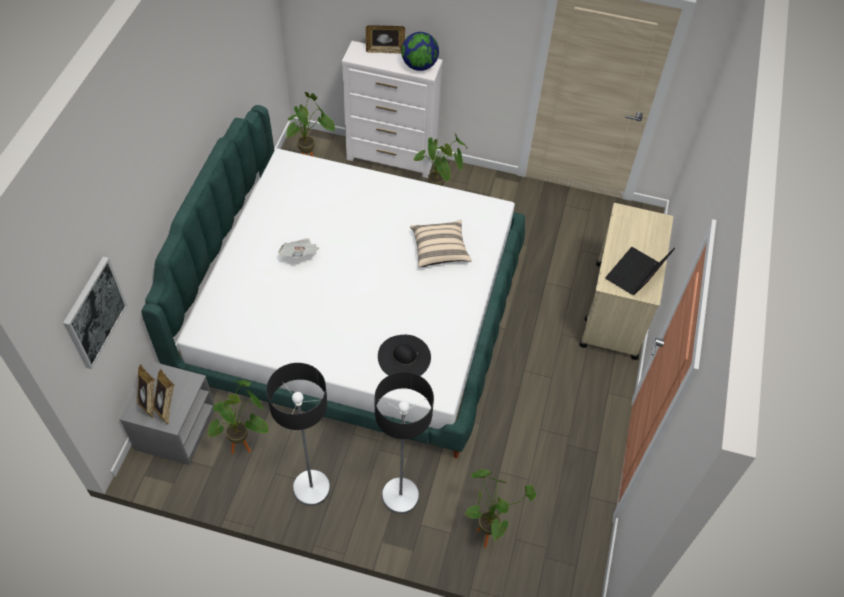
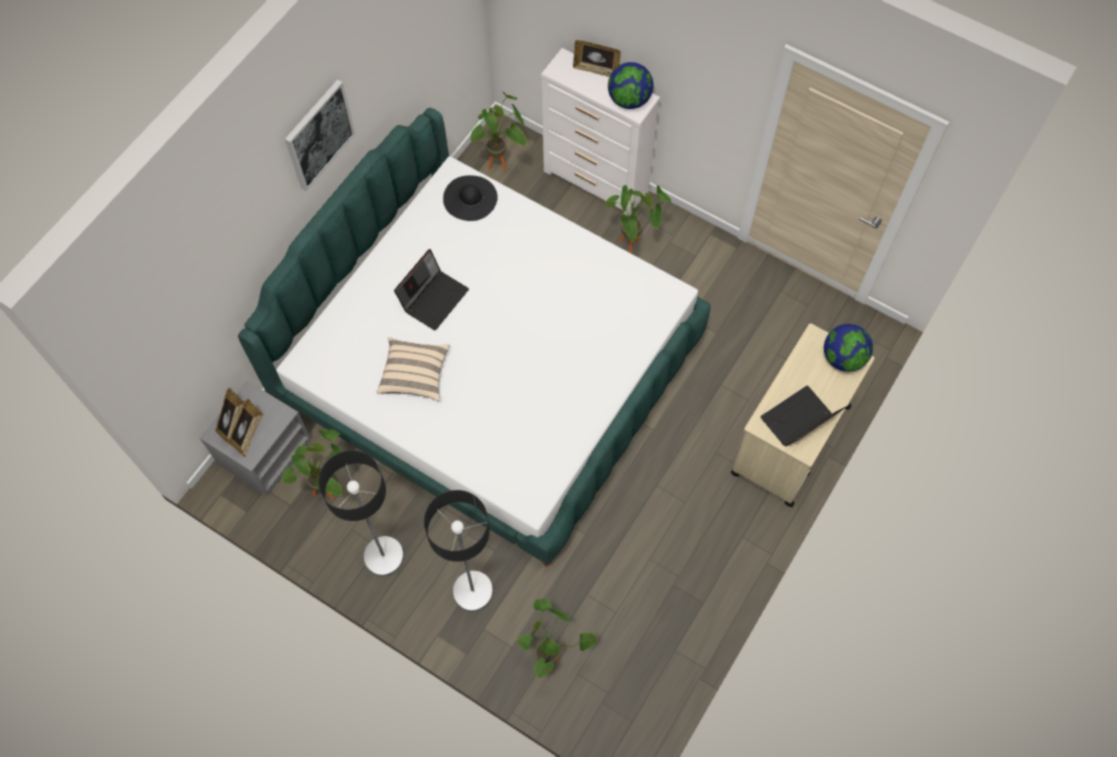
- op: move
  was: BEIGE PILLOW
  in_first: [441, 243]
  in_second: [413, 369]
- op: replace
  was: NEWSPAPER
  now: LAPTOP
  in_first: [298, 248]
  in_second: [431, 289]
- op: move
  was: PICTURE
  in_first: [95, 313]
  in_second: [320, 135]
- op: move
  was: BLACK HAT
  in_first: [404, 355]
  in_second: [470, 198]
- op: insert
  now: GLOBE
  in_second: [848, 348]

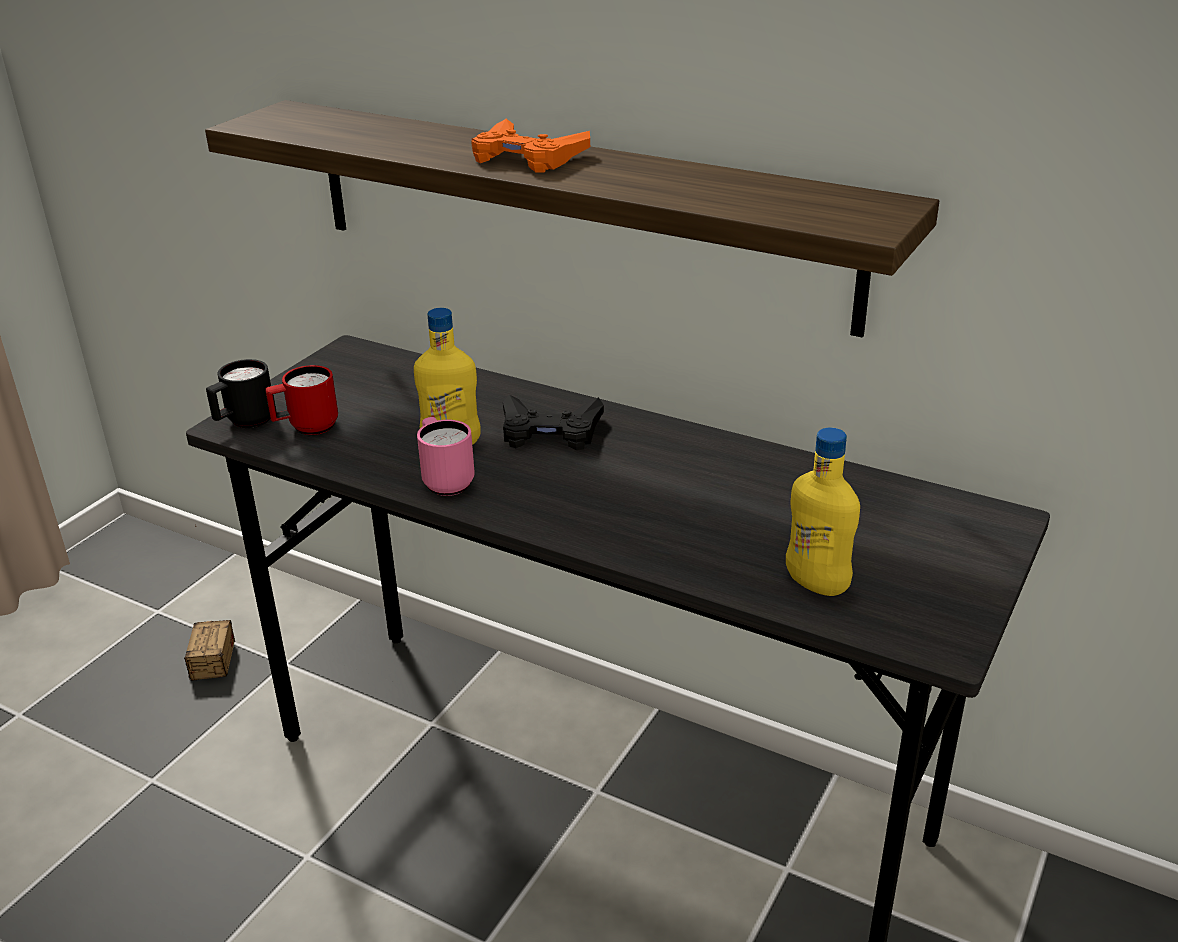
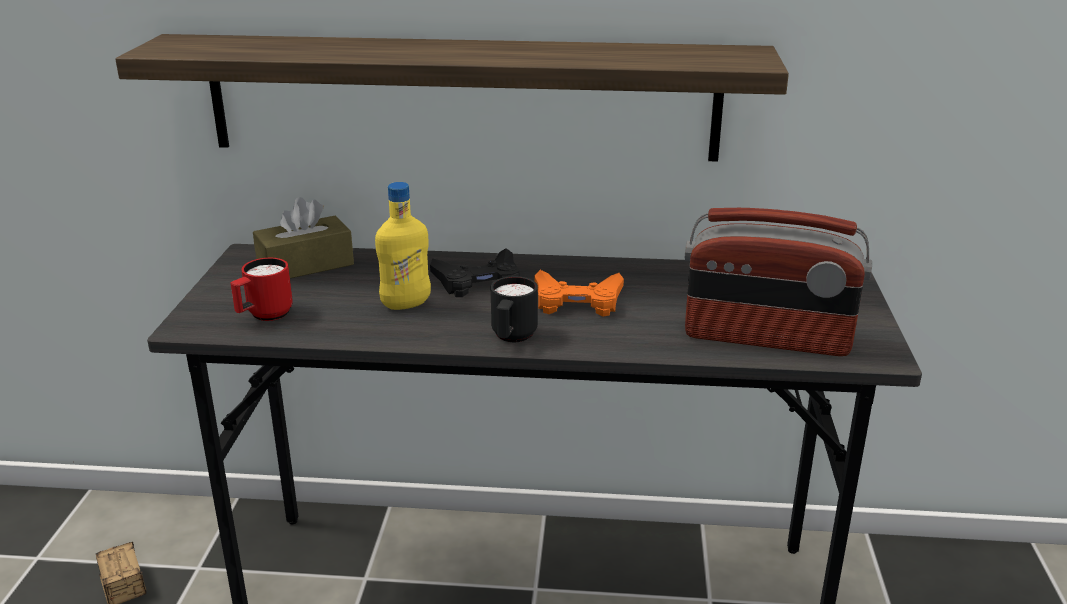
- op: move
  was: ORANGE GAME CONTROLLER
  in_first: [530, 146]
  in_second: [579, 293]
- op: move
  was: BLACK MUG
  in_first: [238, 393]
  in_second: [514, 309]
- op: delete
  was: PINK MUG
  in_first: [446, 456]
- op: replace
  was: YELLOW BOTTLE
  now: RADIO
  in_first: [823, 512]
  in_second: [778, 282]
- op: insert
  now: BROWN TISSUE BOX
  in_second: [303, 237]

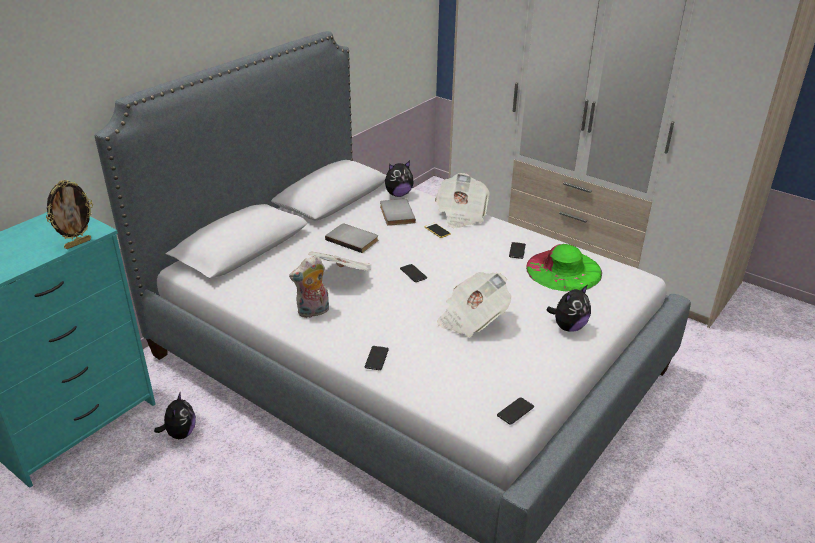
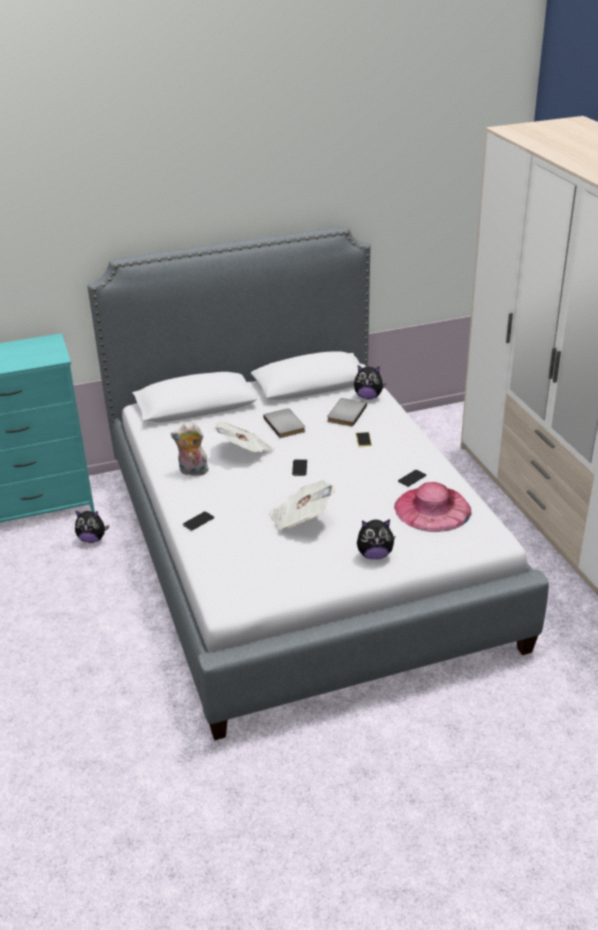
- op: delete
  was: NEWSPAPER
  in_first: [462, 200]
- op: delete
  was: PICTURE FRAME
  in_first: [69, 214]
- op: recolor
  was: GREEN HAT
  now: PINK HAT
  in_first: [564, 268]
  in_second: [432, 507]
- op: rotate
  was: PLUSH TOY
  in_first: [175, 415]
  in_second: [92, 527]
  clockwise: 60
- op: delete
  was: PHONE
  in_first: [515, 411]

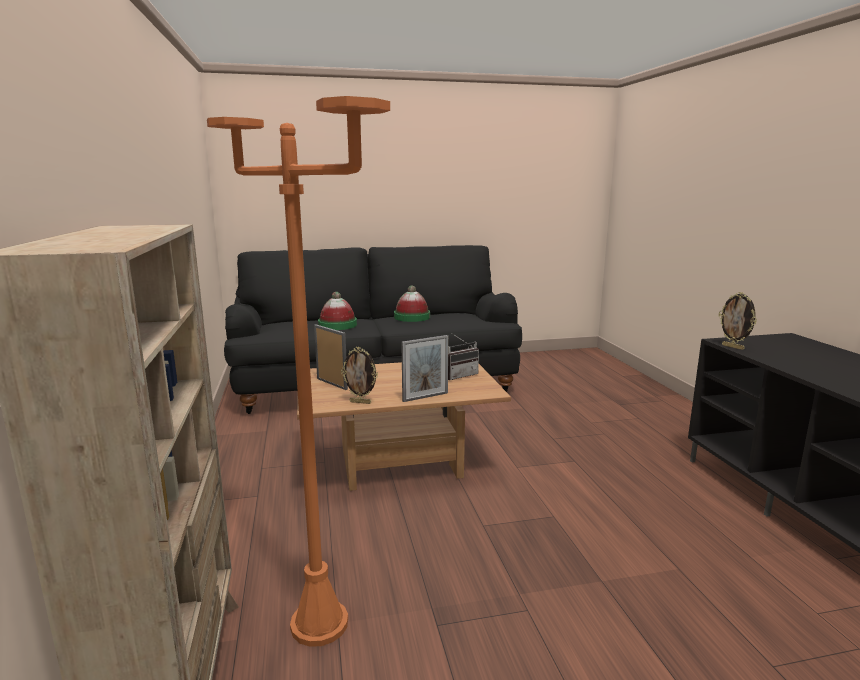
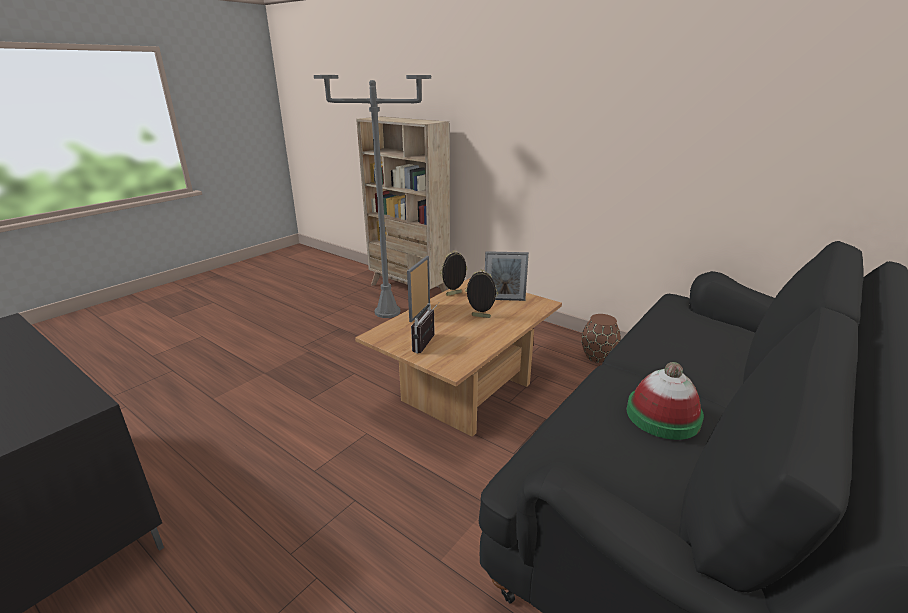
- op: recolor
  was: ORANGE FLOOR LAMP
  now: GREY FLOOR LAMP
  in_first: [298, 371]
  in_second: [372, 196]
- op: delete
  was: HAT
  in_first: [337, 311]
- op: move
  was: PICTURE FRAME
  in_first: [738, 321]
  in_second: [481, 293]
- op: insert
  now: BROWN VASE
  in_second: [601, 338]

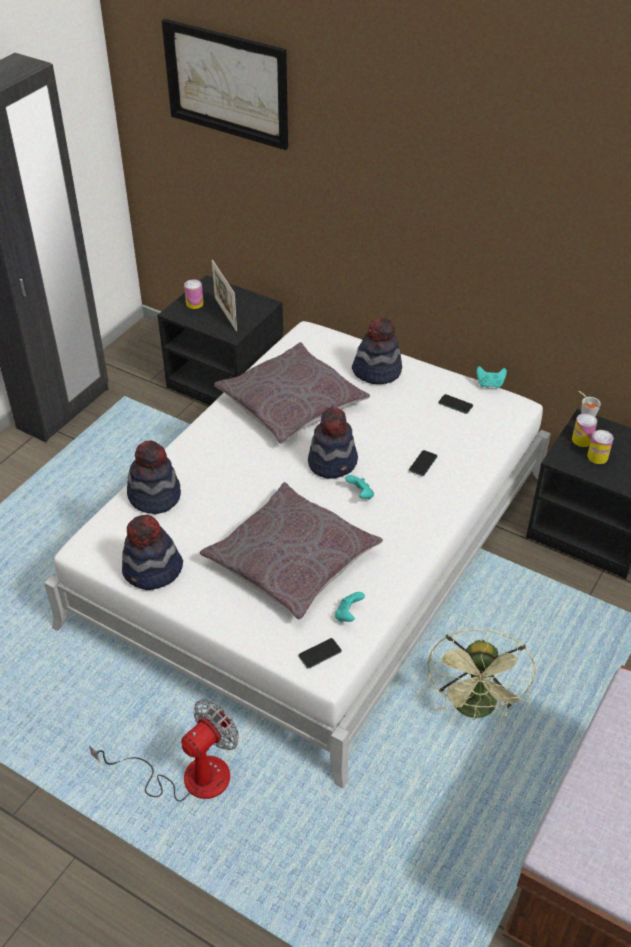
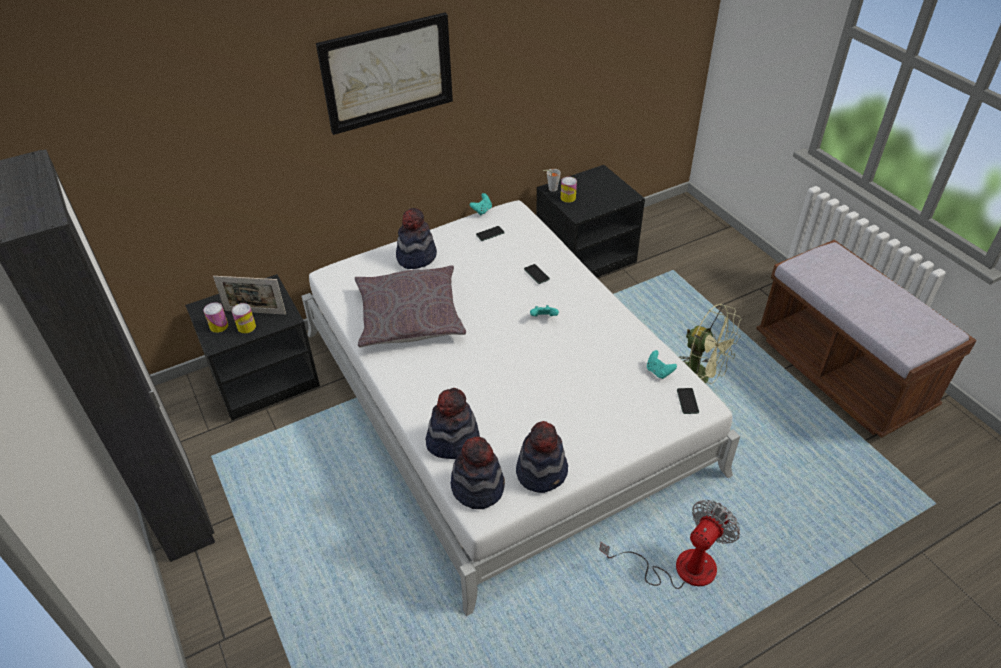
- op: move
  was: PICTURE
  in_first: [225, 84]
  in_second: [384, 73]
- op: move
  was: HAT
  in_first: [333, 443]
  in_second: [477, 473]
- op: move
  was: CAN
  in_first: [600, 447]
  in_second: [244, 318]
- op: delete
  was: GREY PILLOW
  in_first: [291, 551]
- op: rotate
  was: FAN
  in_first: [164, 751]
  in_second: [670, 544]
  clockwise: 60

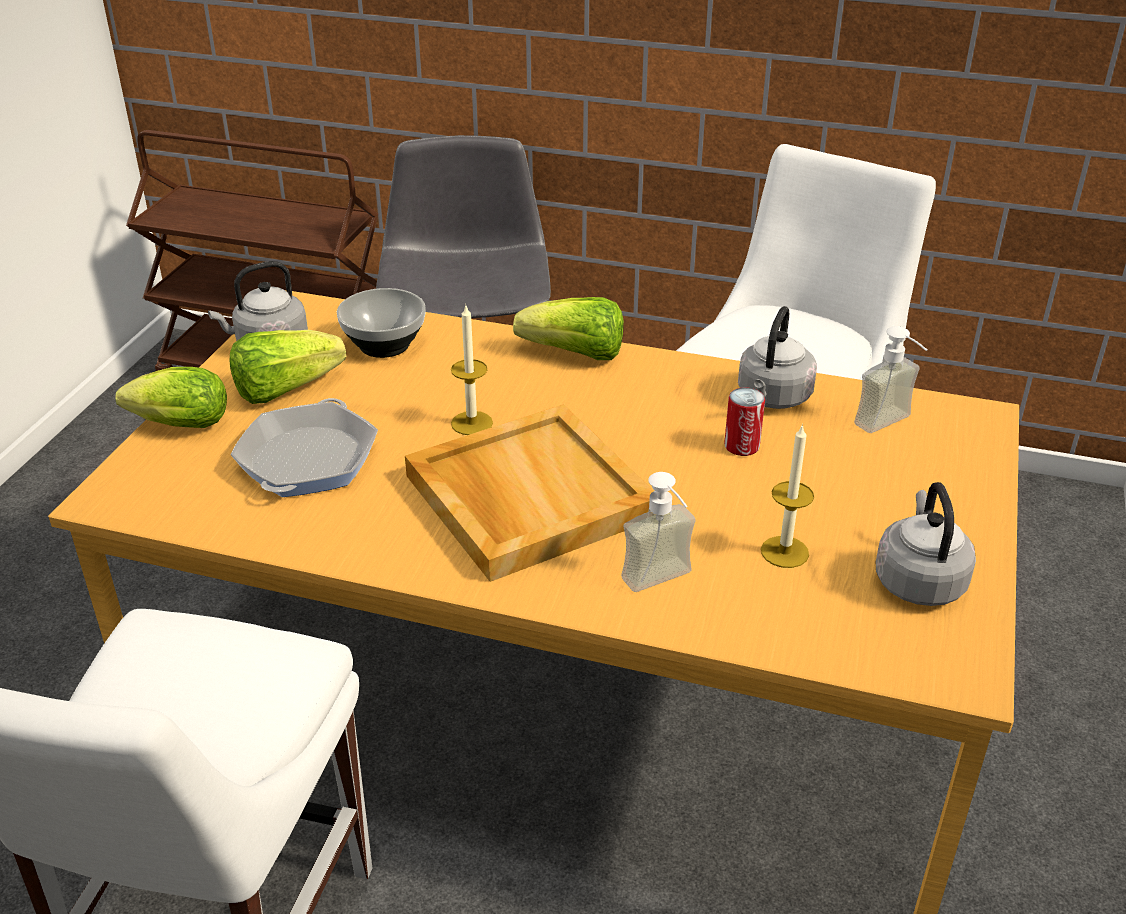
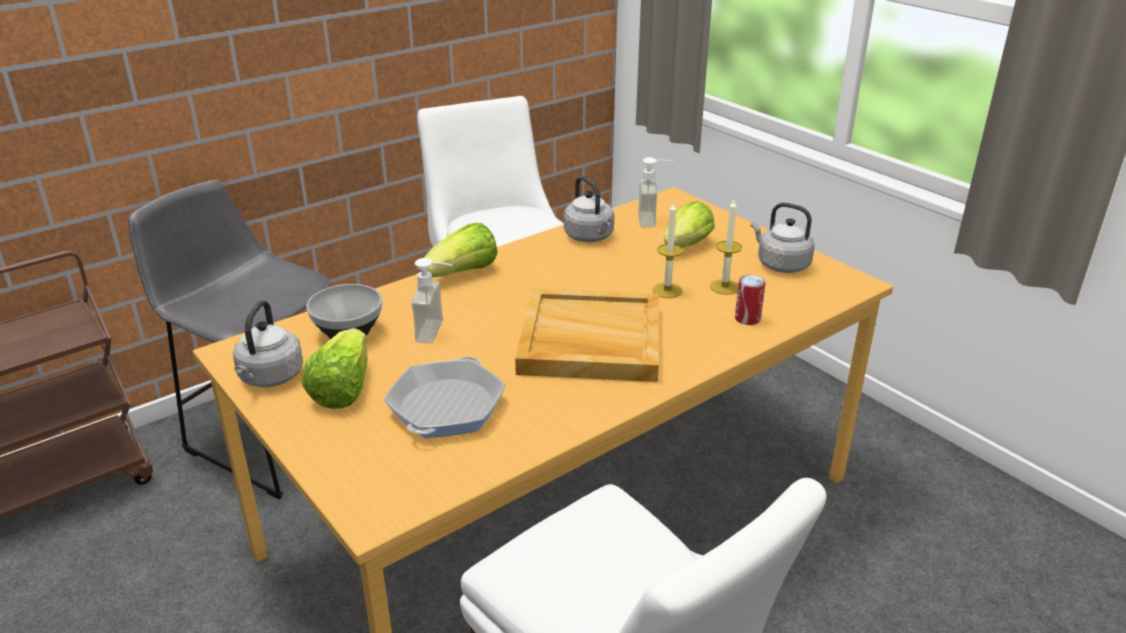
- op: move
  was: CANDLE
  in_first: [472, 370]
  in_second: [668, 249]
- op: move
  was: LETTUCE
  in_first: [171, 397]
  in_second: [689, 224]
- op: move
  was: CAN
  in_first: [744, 422]
  in_second: [750, 300]
- op: rotate
  was: FRYING PAN
  in_first: [304, 447]
  in_second: [445, 397]
  clockwise: 60
- op: move
  was: SOAP DISPENSER
  in_first: [658, 532]
  in_second: [431, 301]

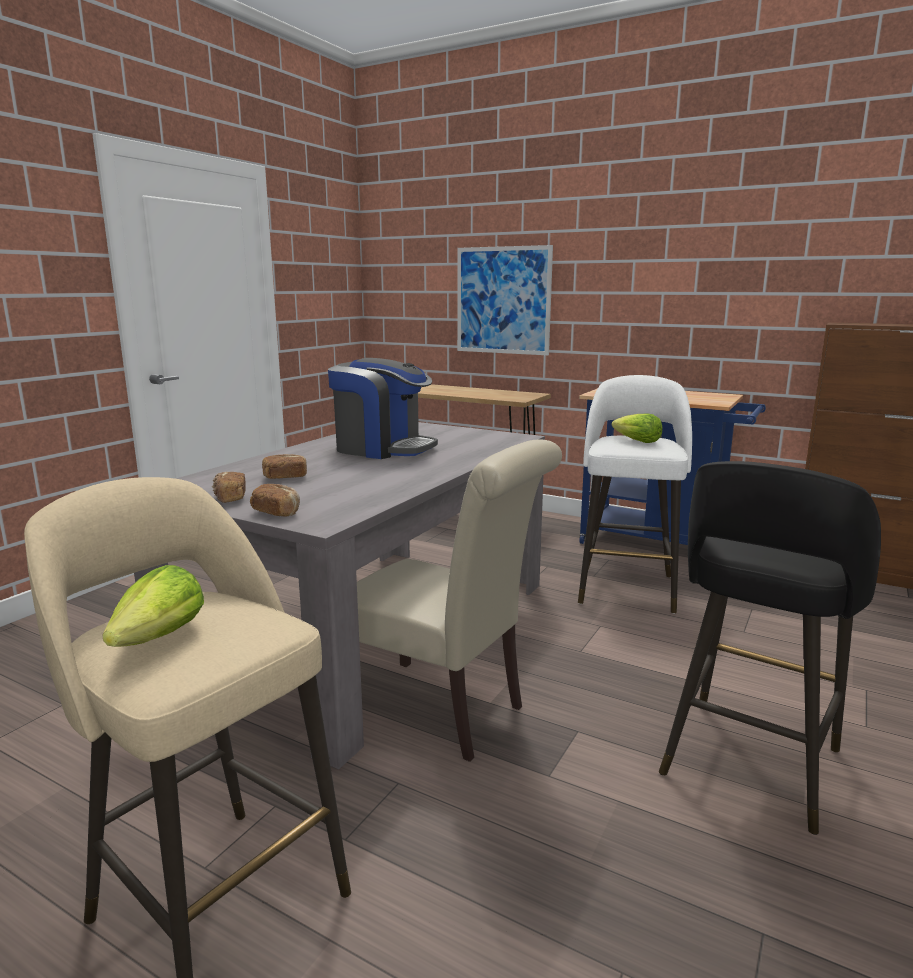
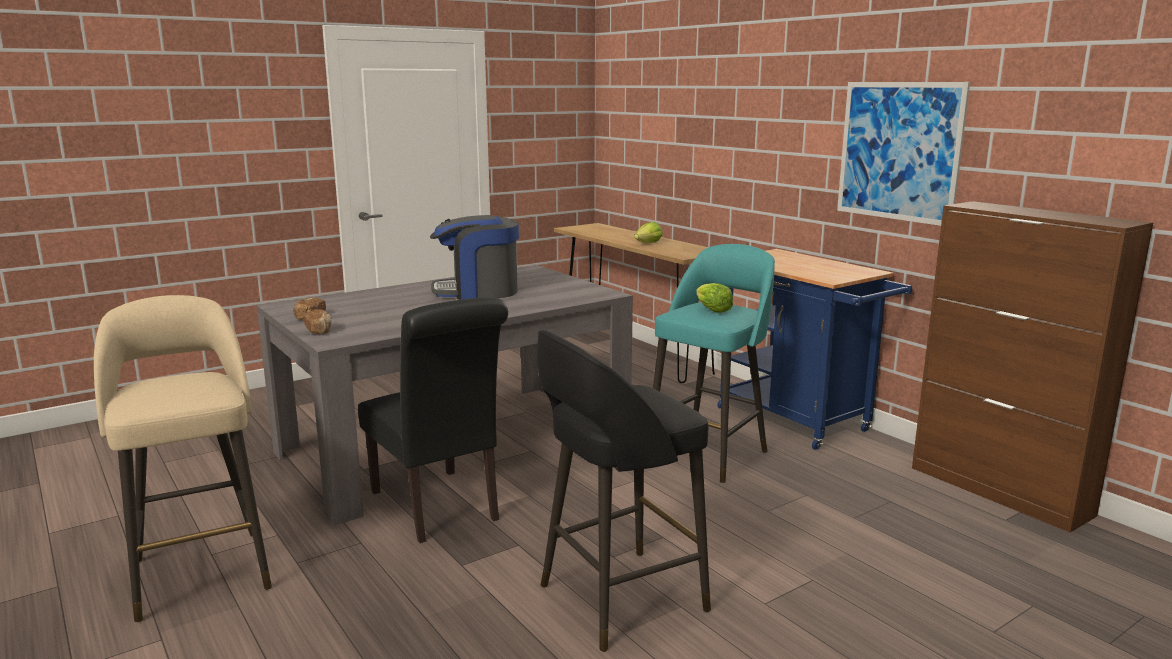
- op: move
  was: PICTURE
  in_first: [505, 300]
  in_second: [903, 154]
- op: rotate
  was: COFFEE MACHINE
  in_first: [383, 408]
  in_second: [474, 257]
  clockwise: 120
- op: recolor
  was: WHITE STOOL
  now: TURQUOISE STOOL
  in_first: [635, 494]
  in_second: [714, 363]
- op: recolor
  was: BEIGE CHAIR
  now: BLACK CHAIR
  in_first: [459, 601]
  in_second: [433, 420]
- op: delete
  was: BREAD
  in_first: [284, 466]
- op: move
  was: LETTUCE
  in_first: [153, 606]
  in_second: [648, 232]

